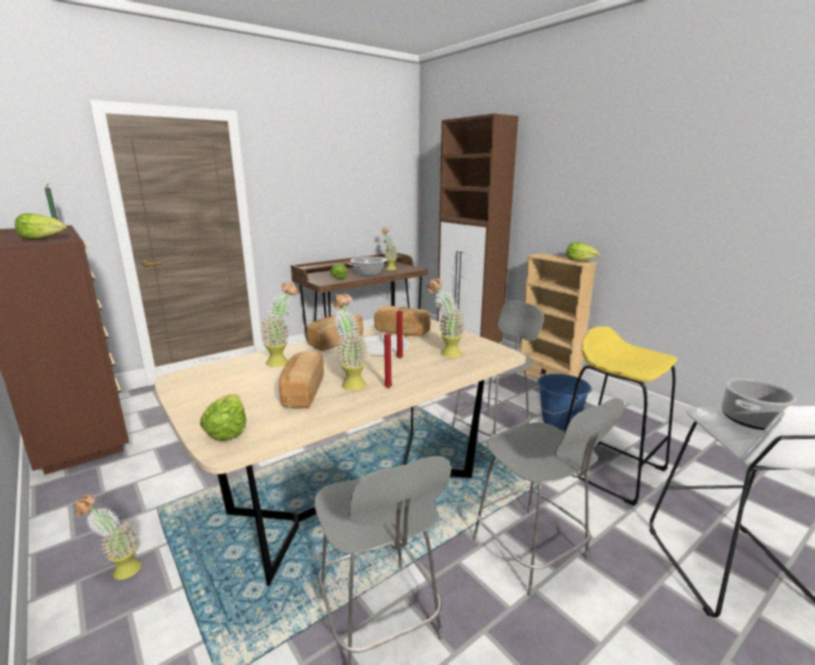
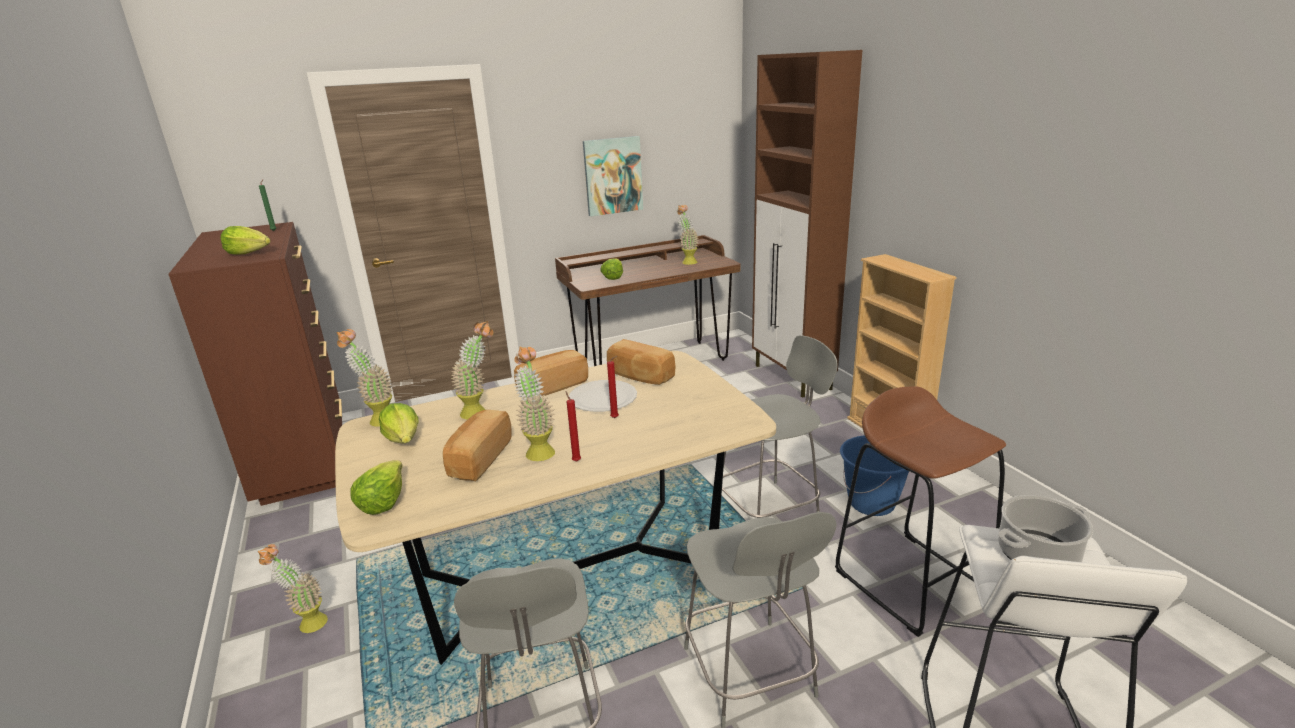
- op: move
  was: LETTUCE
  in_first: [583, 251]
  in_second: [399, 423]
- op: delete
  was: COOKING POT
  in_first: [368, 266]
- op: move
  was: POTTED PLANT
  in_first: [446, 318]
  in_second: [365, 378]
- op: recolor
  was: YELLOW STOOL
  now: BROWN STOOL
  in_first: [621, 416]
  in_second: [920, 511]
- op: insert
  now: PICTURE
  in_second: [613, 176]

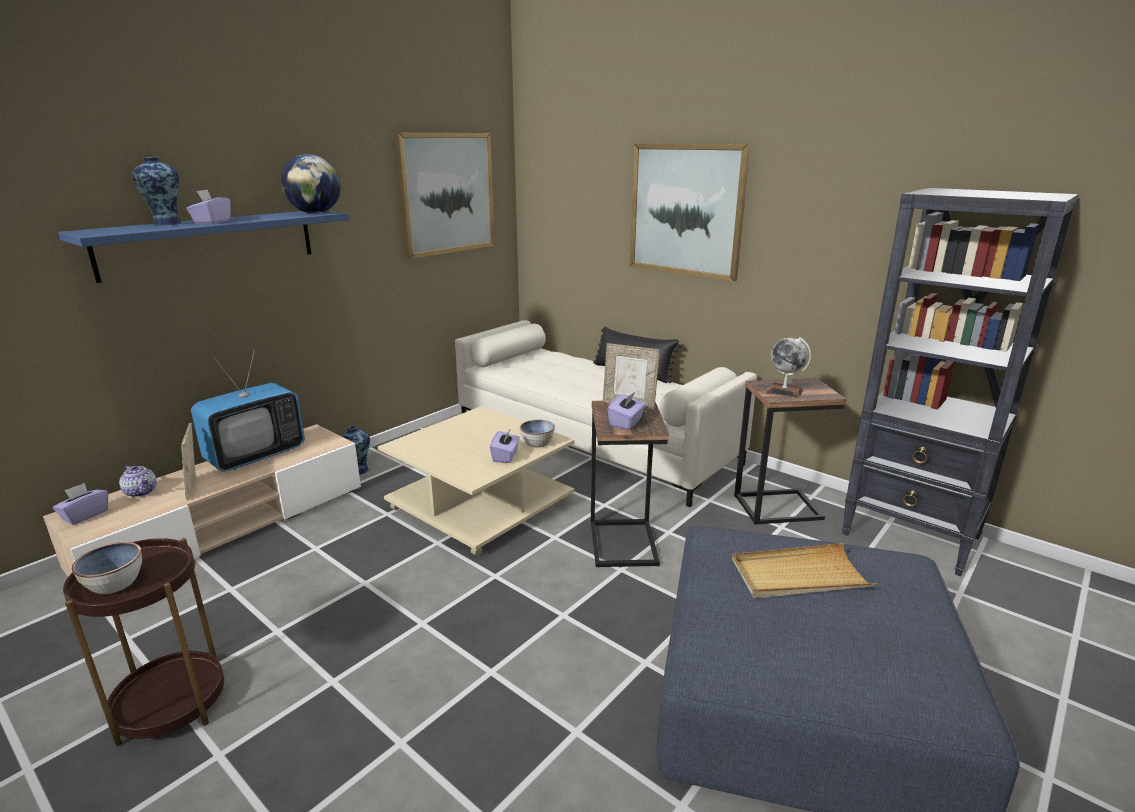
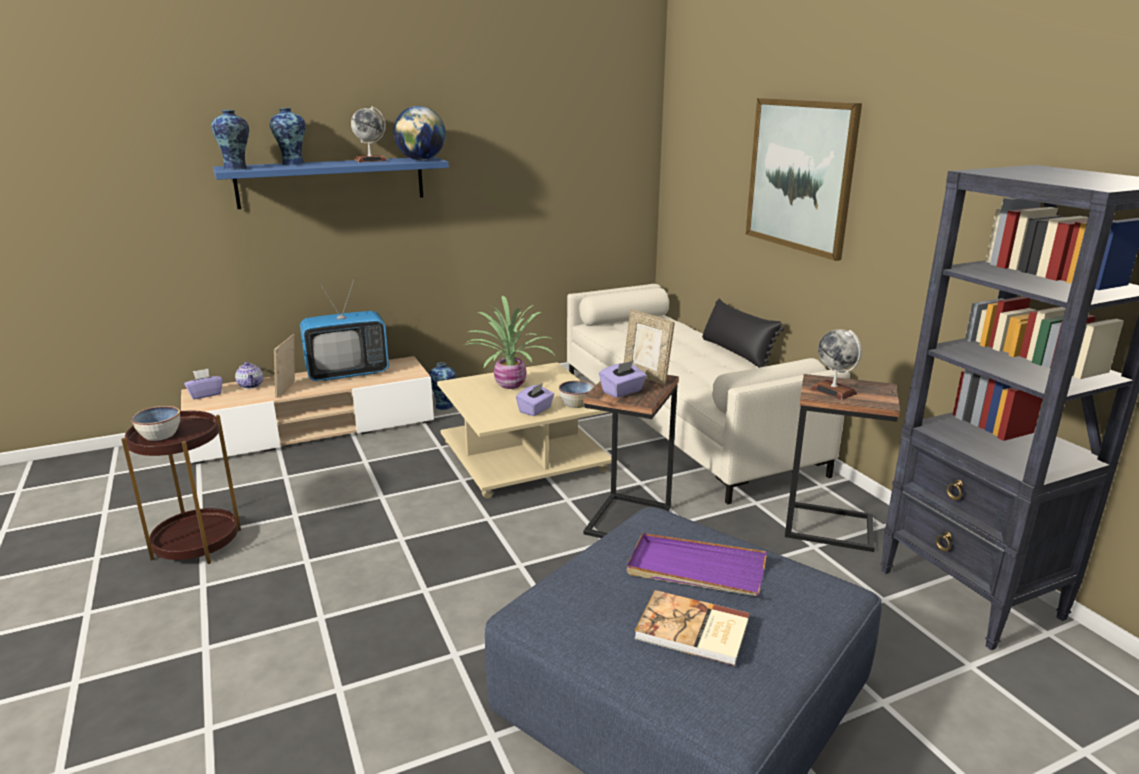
- op: delete
  was: PICTURE
  in_first: [445, 196]
- op: delete
  was: PURPLE TISSUE BOX
  in_first: [209, 206]
- op: recolor
  was: BEIGE TRAY
  now: PURPLE TRAY
  in_first: [804, 570]
  in_second: [697, 565]
- op: insert
  now: GLOBE
  in_second: [369, 134]
- op: insert
  now: VASE
  in_second: [230, 140]
- op: insert
  now: POTTED PLANT
  in_second: [510, 342]
- op: insert
  now: BOOK
  in_second: [692, 628]

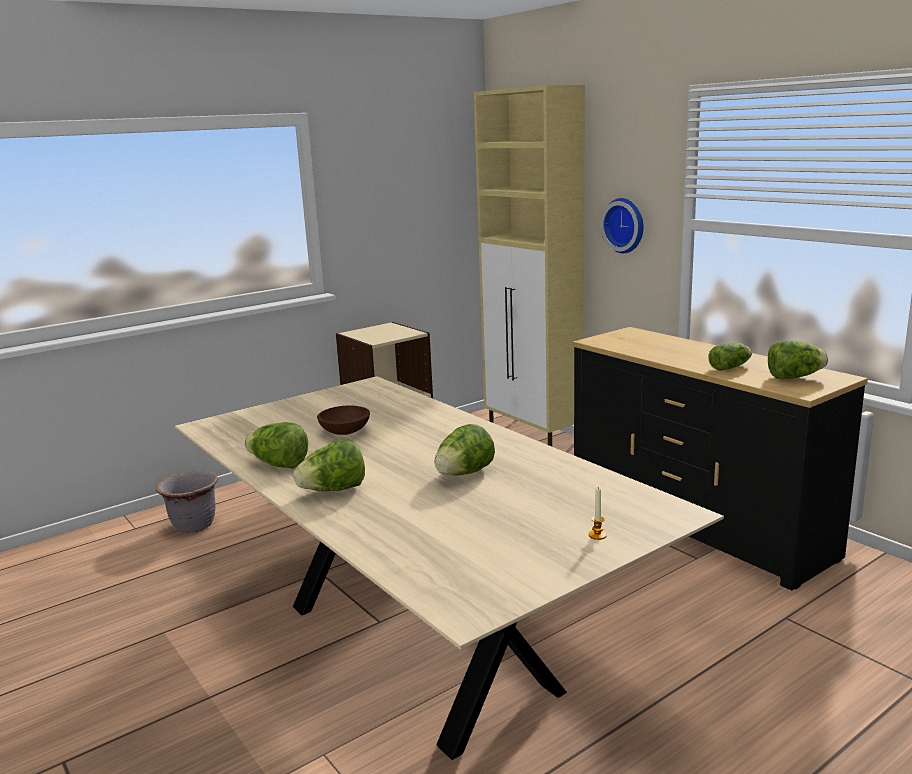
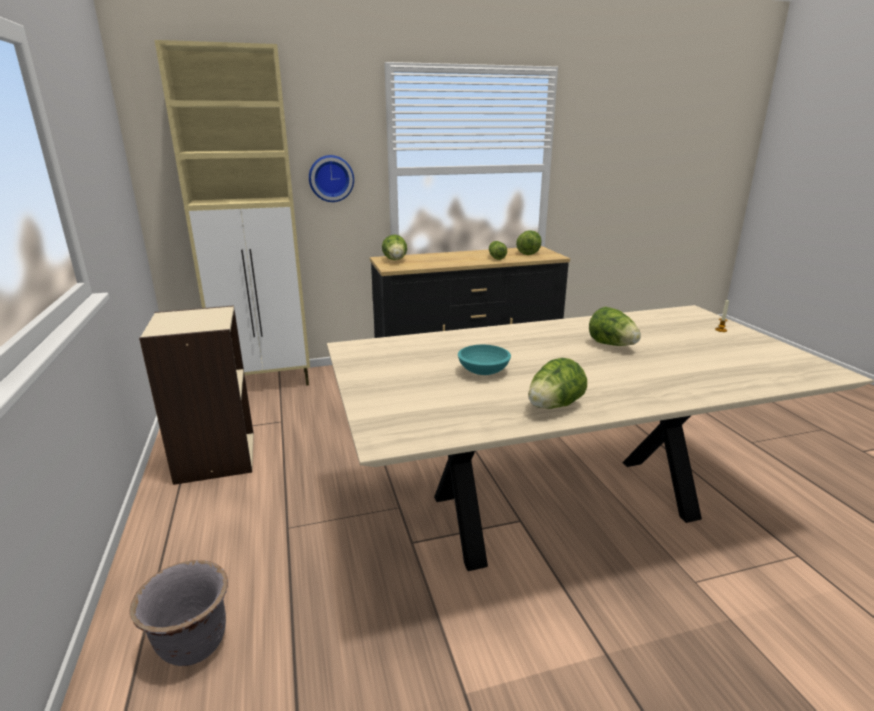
- op: recolor
  was: BROWN BOWL
  now: TURQUOISE BOWL
  in_first: [343, 420]
  in_second: [484, 360]
- op: move
  was: LETTUCE
  in_first: [329, 465]
  in_second: [394, 247]

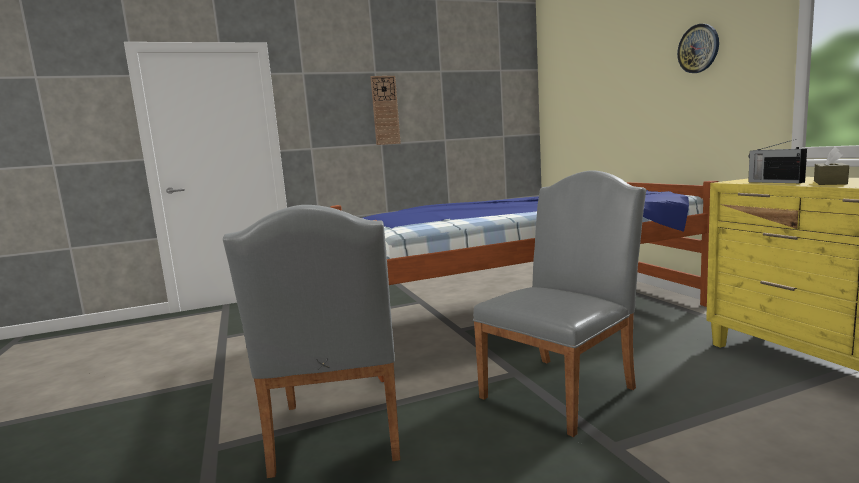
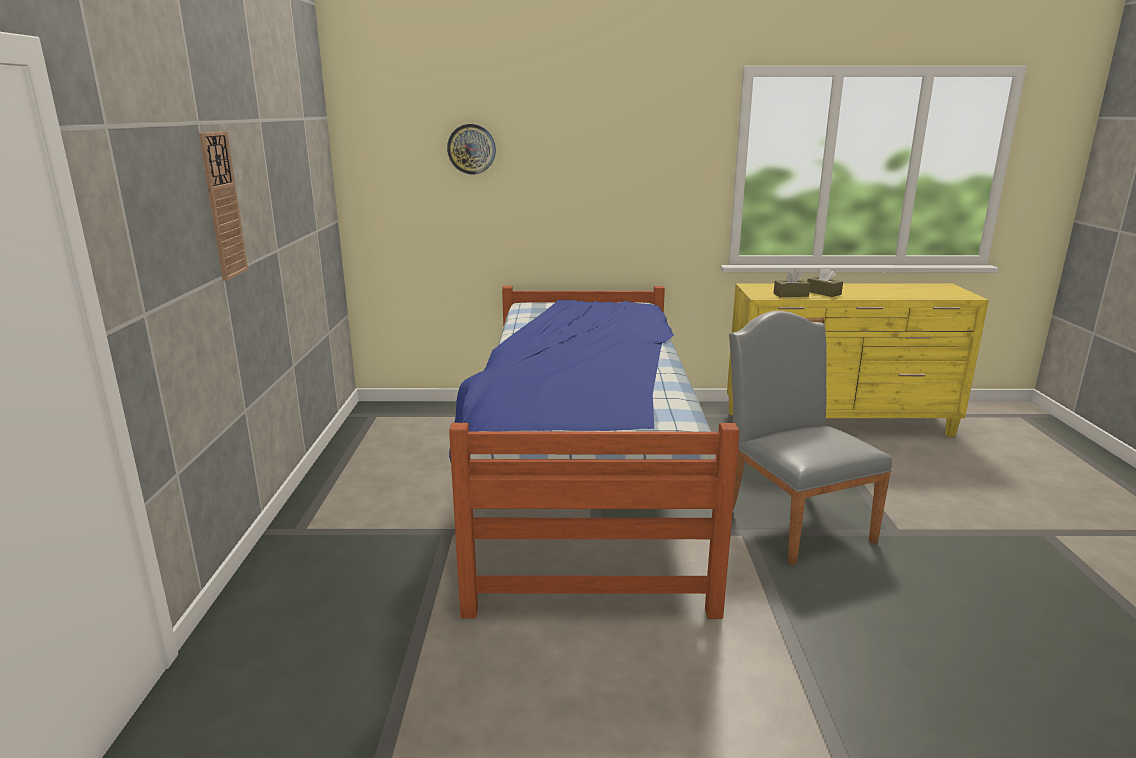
- op: move
  was: WALL CLOCK
  in_first: [698, 48]
  in_second: [471, 149]
- op: replace
  was: RADIO
  now: BROWN TISSUE BOX
  in_first: [777, 161]
  in_second: [792, 283]
- op: delete
  was: GREY CHAIR
  in_first: [311, 341]

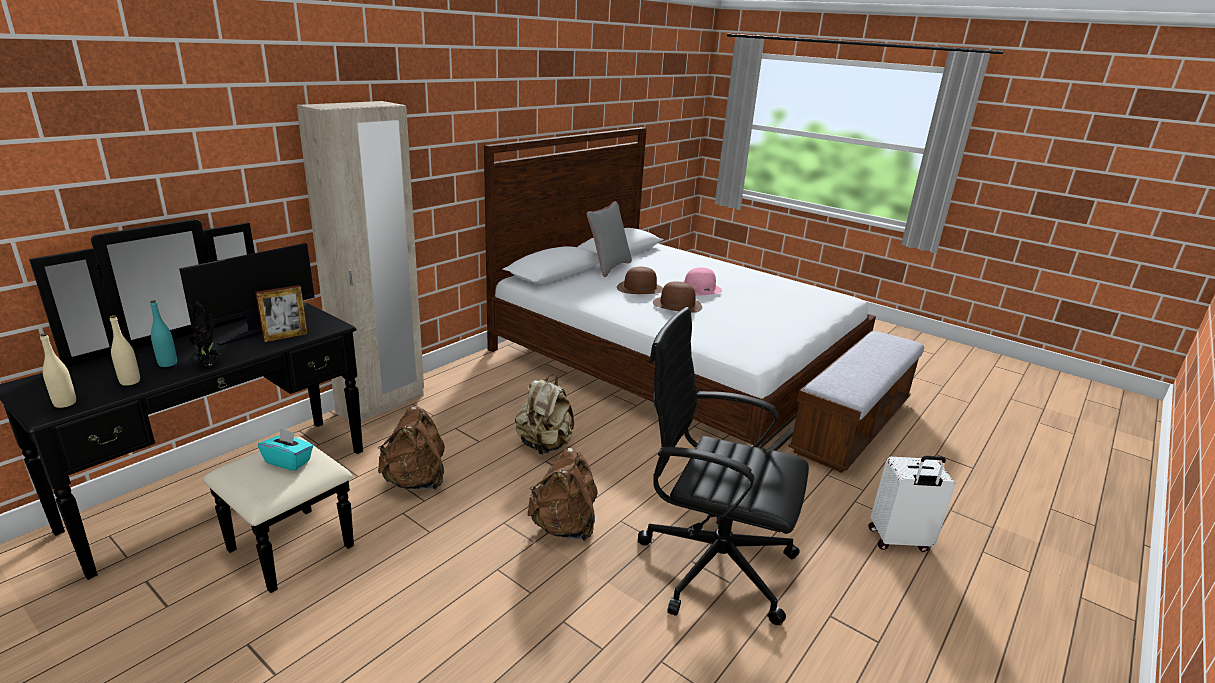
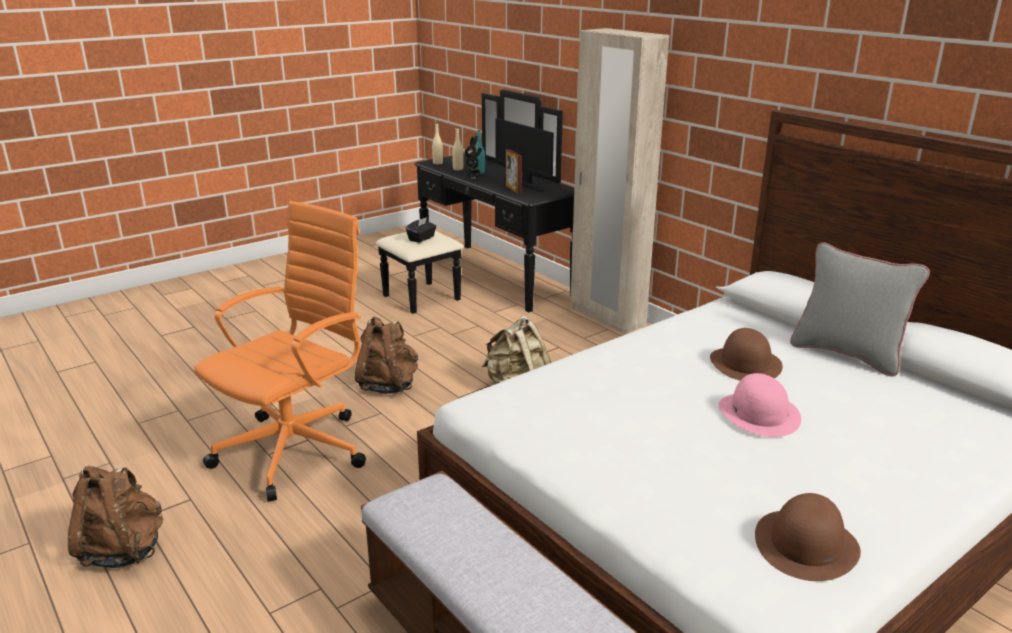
- op: move
  was: BROWN HAT
  in_first: [677, 297]
  in_second: [808, 537]
- op: recolor
  was: BLACK OFFICE CHAIR
  now: ORANGE OFFICE CHAIR
  in_first: [723, 466]
  in_second: [280, 351]
- op: move
  was: BROWN BACKPACK
  in_first: [411, 448]
  in_second: [115, 517]
- op: recolor
  was: TURQUOISE TISSUE BOX
  now: BLACK TISSUE BOX
  in_first: [285, 449]
  in_second: [421, 230]
- op: delete
  was: WHITE SUITCASE
  in_first: [912, 504]

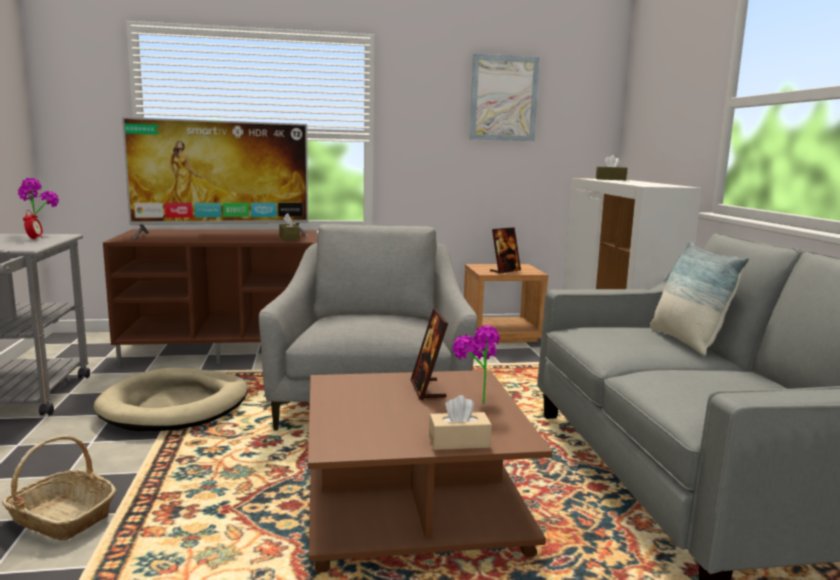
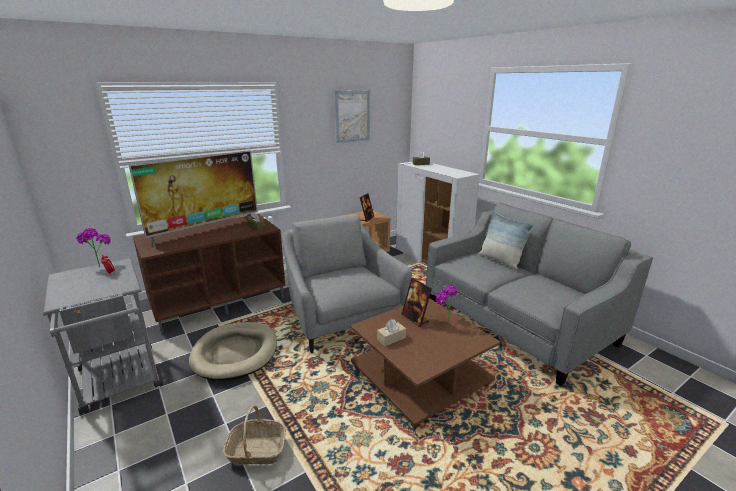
- op: move
  was: BEIGE TISSUE BOX
  in_first: [460, 422]
  in_second: [391, 332]

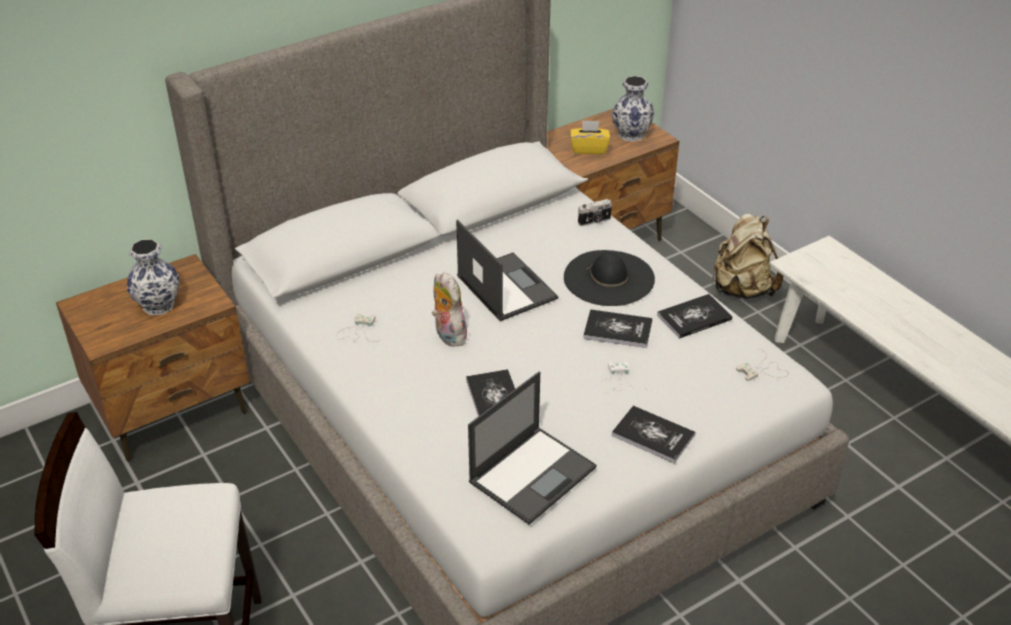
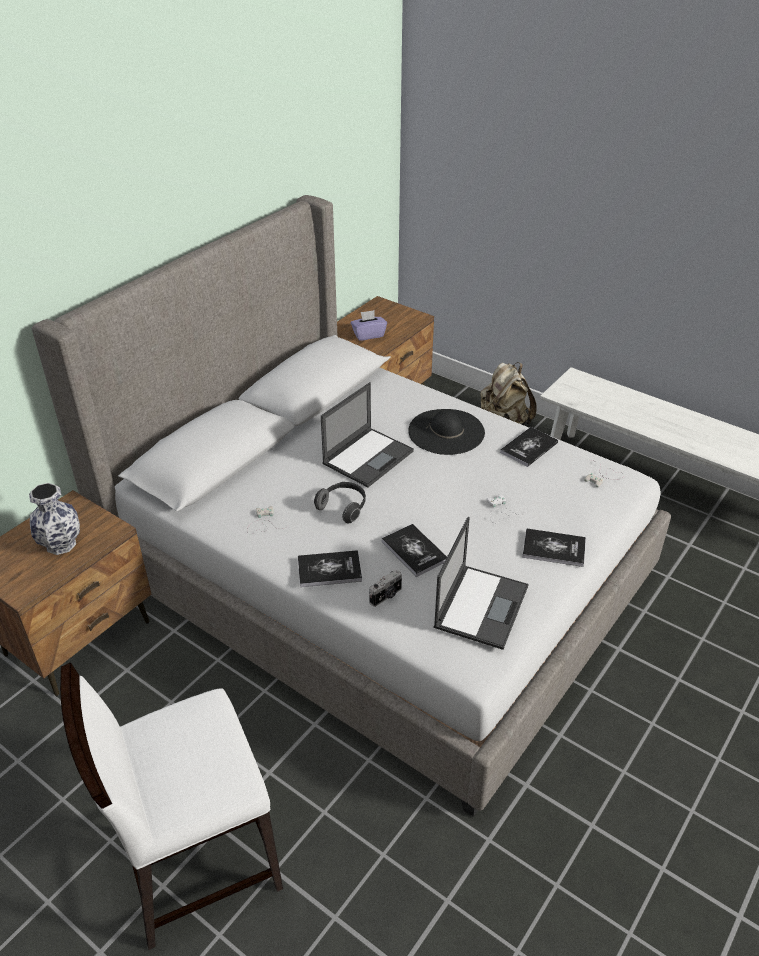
- op: delete
  was: VASE
  in_first: [633, 109]
- op: recolor
  was: YELLOW TISSUE BOX
  now: PURPLE TISSUE BOX
  in_first: [590, 137]
  in_second: [369, 325]
- op: move
  was: PHOTO CAMERA
  in_first: [595, 212]
  in_second: [385, 588]
- op: rotate
  was: LAPTOP
  in_first: [507, 270]
  in_second: [367, 434]
  clockwise: 90
- op: replace
  was: PLUSH TOY
  now: HEADPHONES
  in_first: [449, 309]
  in_second: [340, 503]
- op: move
  was: BOOK
  in_first: [618, 328]
  in_second: [330, 568]

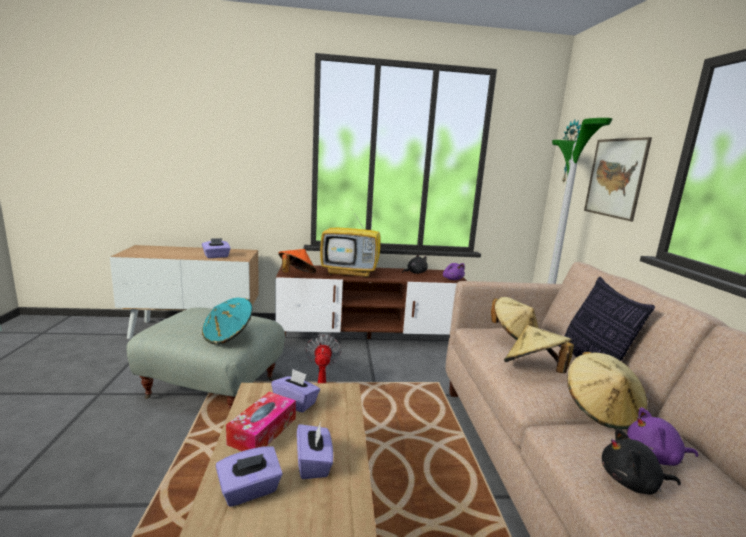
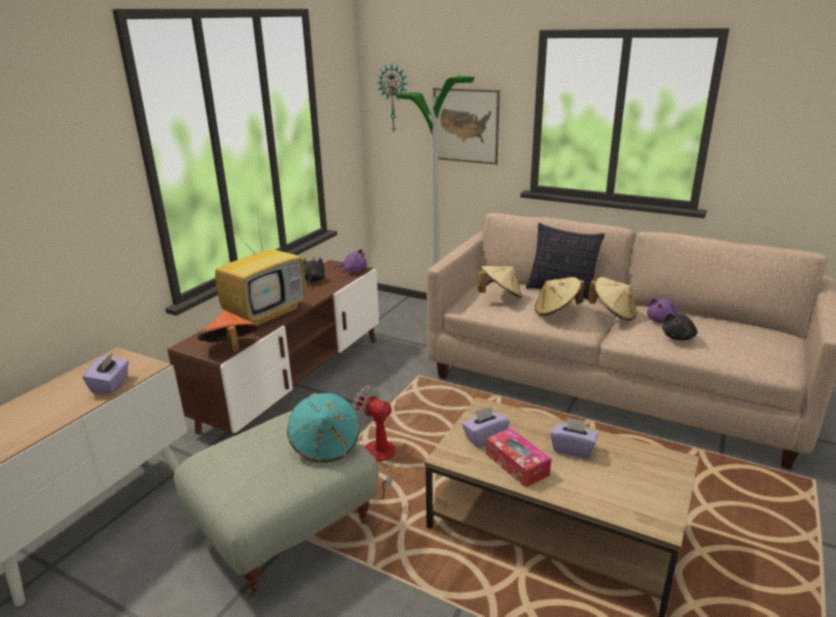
- op: delete
  was: PURPLE TISSUE BOX
  in_first: [249, 476]

